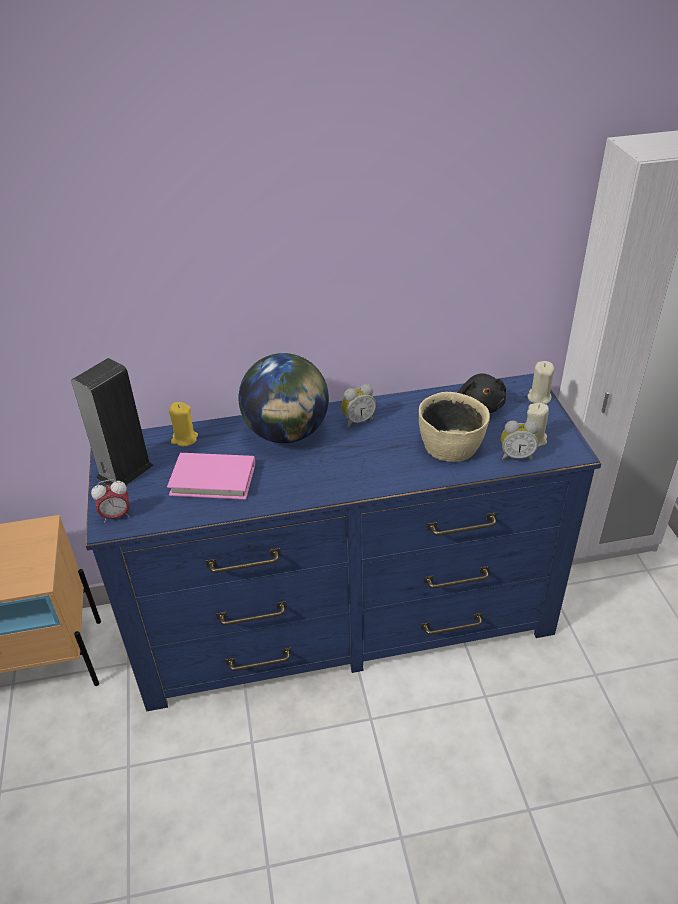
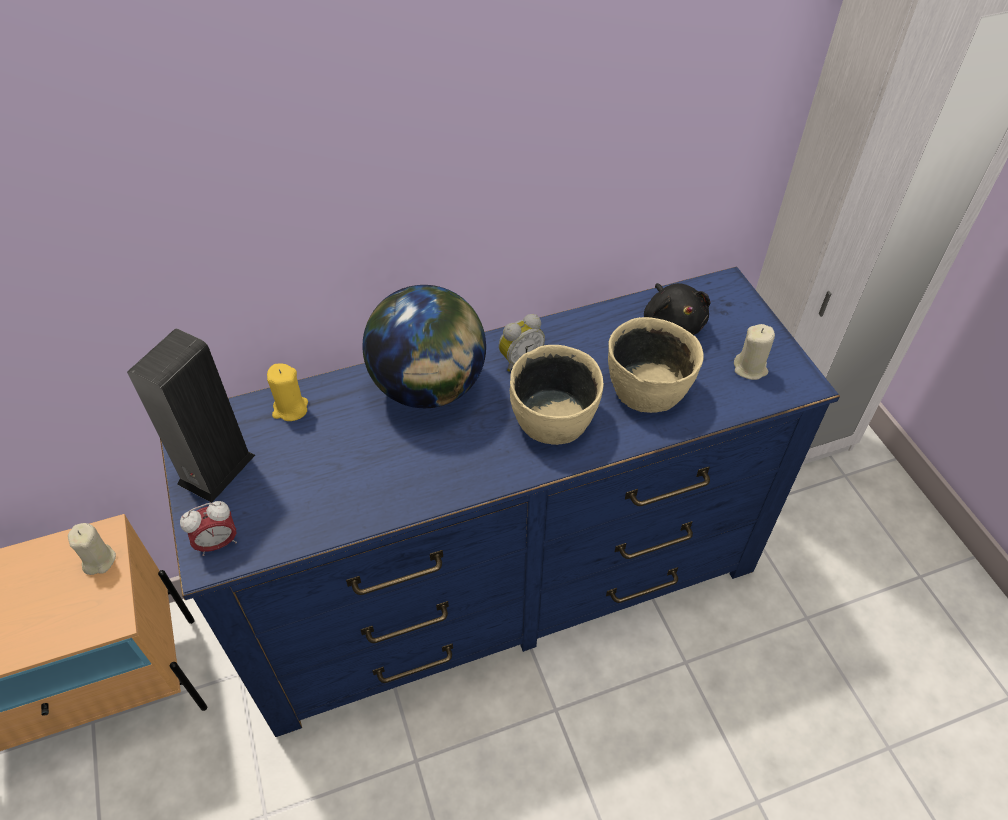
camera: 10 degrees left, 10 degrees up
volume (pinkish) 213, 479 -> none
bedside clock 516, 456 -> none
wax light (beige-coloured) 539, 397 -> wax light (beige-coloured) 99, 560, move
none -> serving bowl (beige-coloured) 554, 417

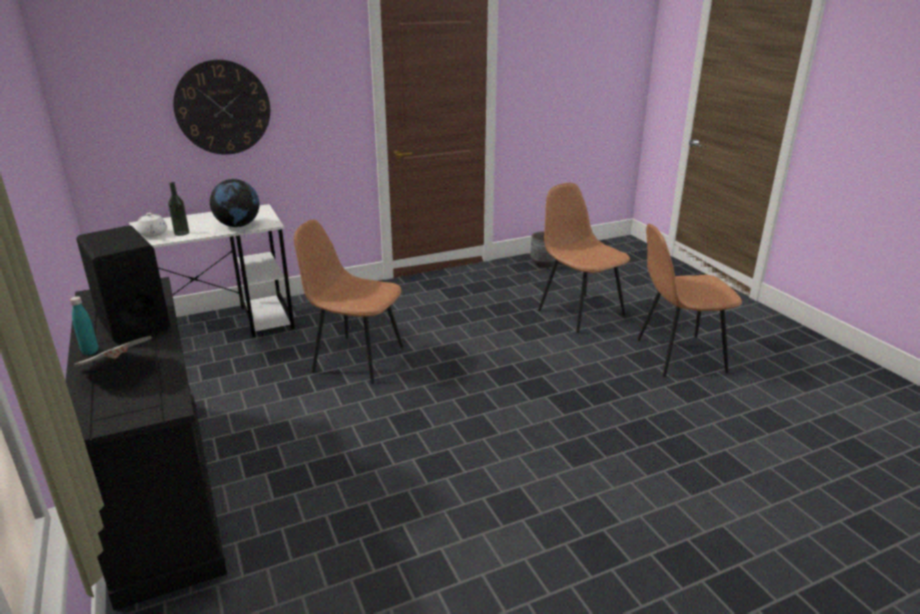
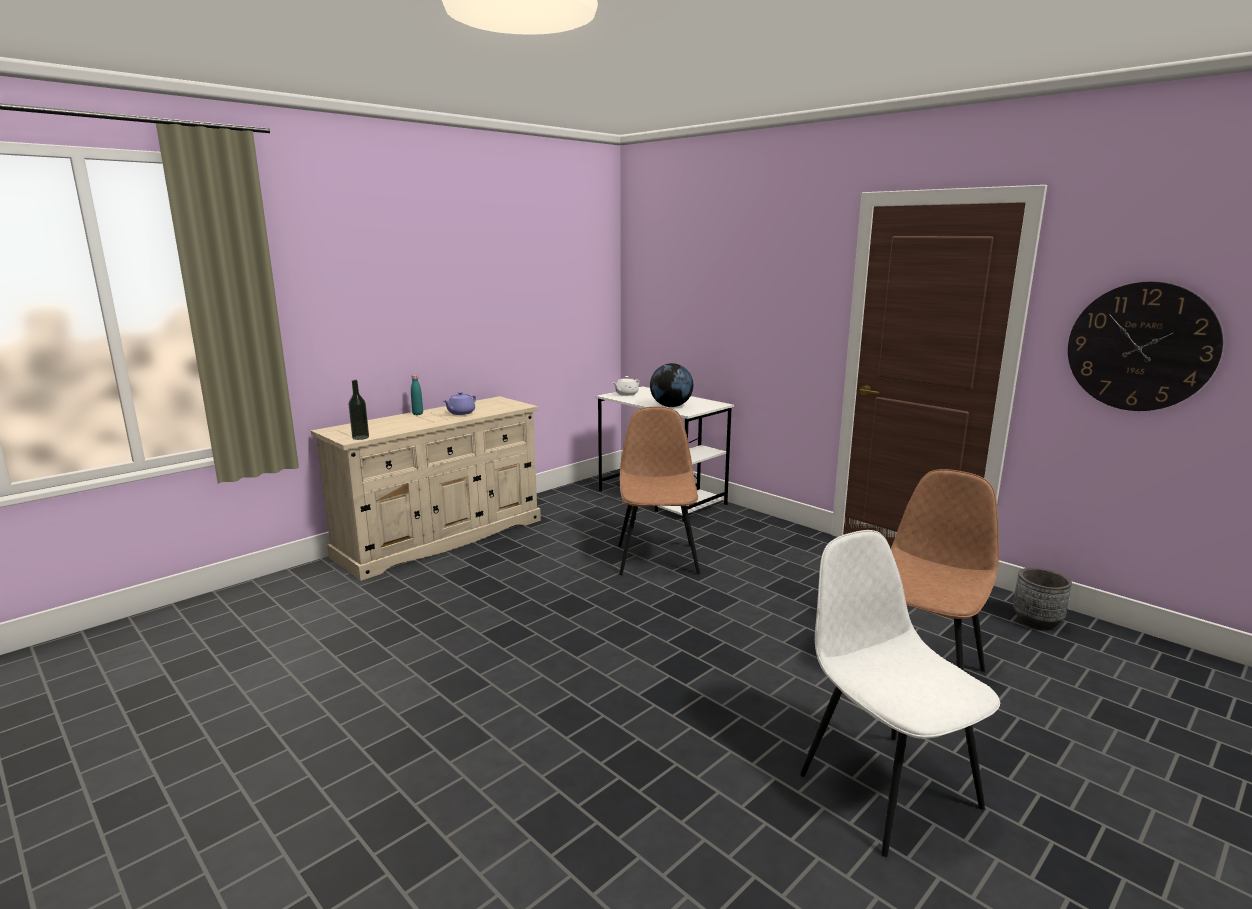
camera: 70 degrees right, 10 degrees down
chest of drawers (black-coloured) 161, 488 -> chest of drawers (beige-coloured) 442, 537
daily paper 117, 369 -> none
audio speaker (black-coloured) 133, 322 -> pot for tea (purple) 460, 413
beverage bottle 181, 233 -> beverage bottle 360, 437, move
hanging clock 223, 108 -> hanging clock 1141, 347, move
plain chair (brownish) 677, 356 -> plain chair (white-coloured) 885, 787

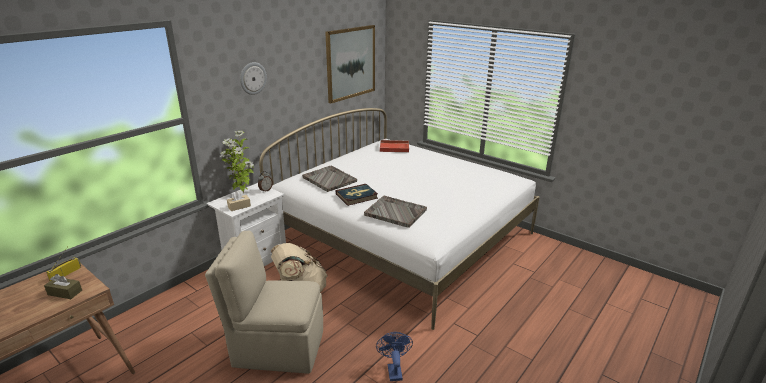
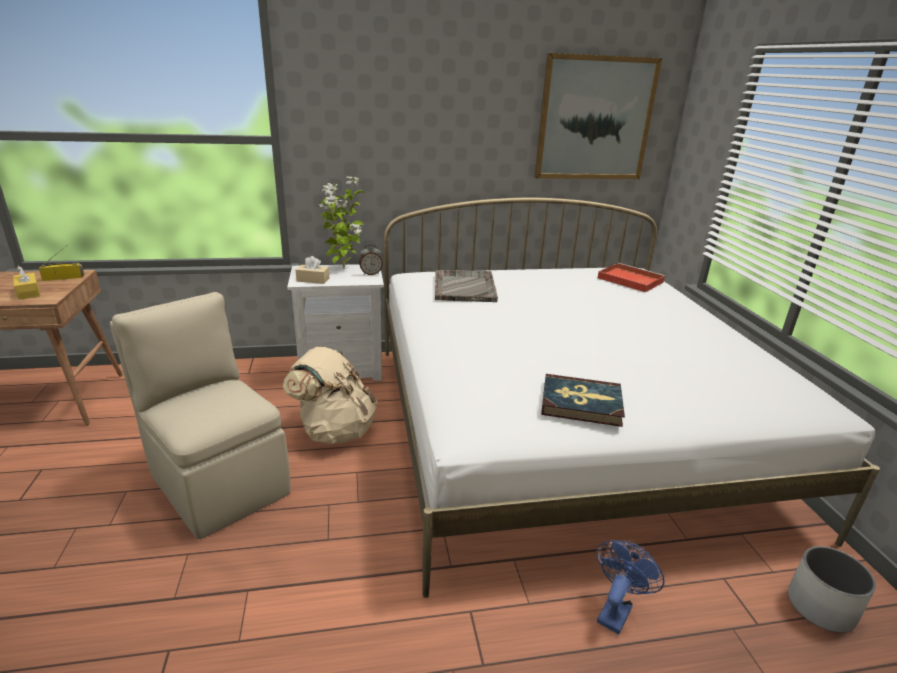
camera: 40 degrees right, 0 degrees up
tissue holder (brownish) 65, 292 -> tissue holder (yellow-coloured) 28, 292
hanging clock 252, 78 -> none
volume 357, 196 -> volume 581, 403, move
carrying tray (grey) 395, 212 -> none
cooling fan (blue-coloured) 394, 370 -> cooling fan (blue-coloured) 616, 609, move
none -> planter (white-coloured) 820, 607

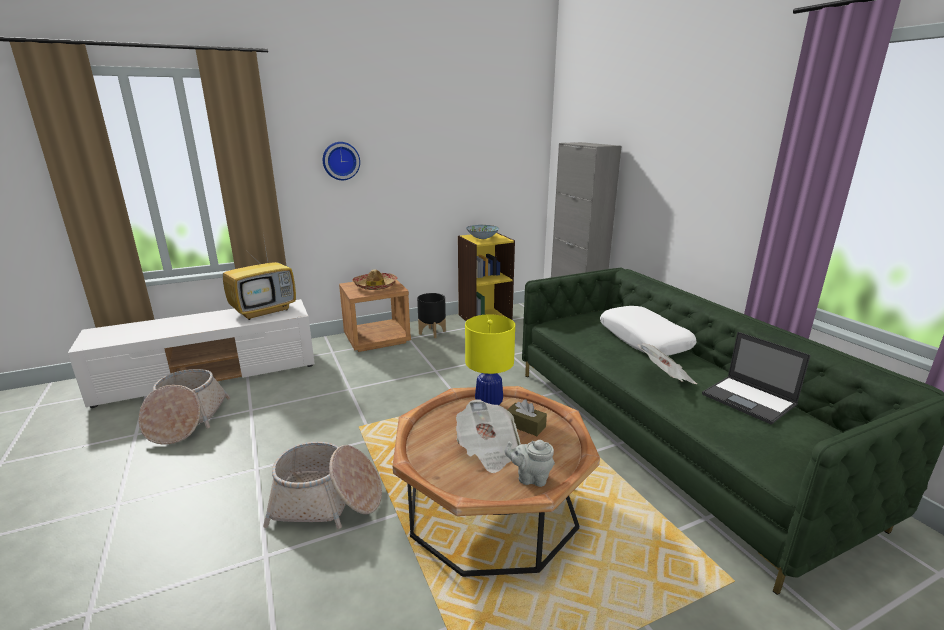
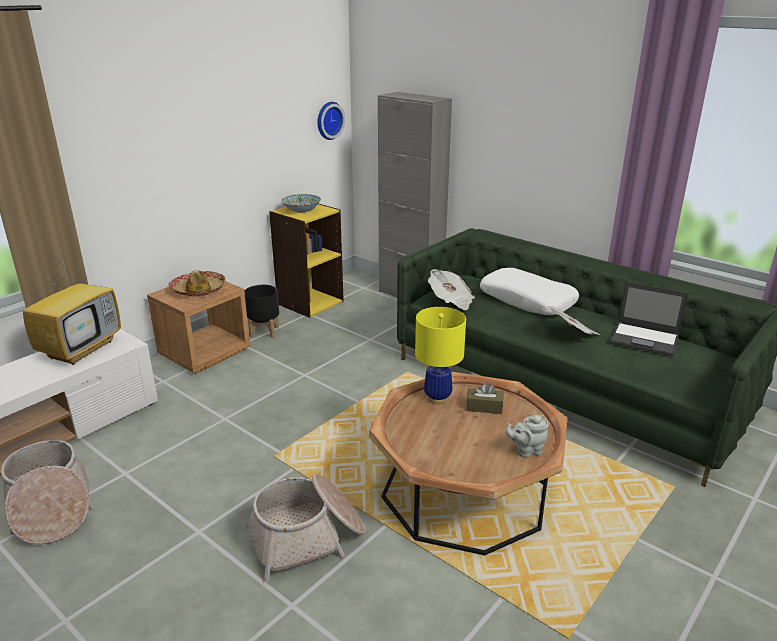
camera: 25 degrees left, 5 degrees up
hanging clock 340, 161 -> hanging clock 328, 120, move
daily paper 488, 450 -> daily paper 451, 301, move

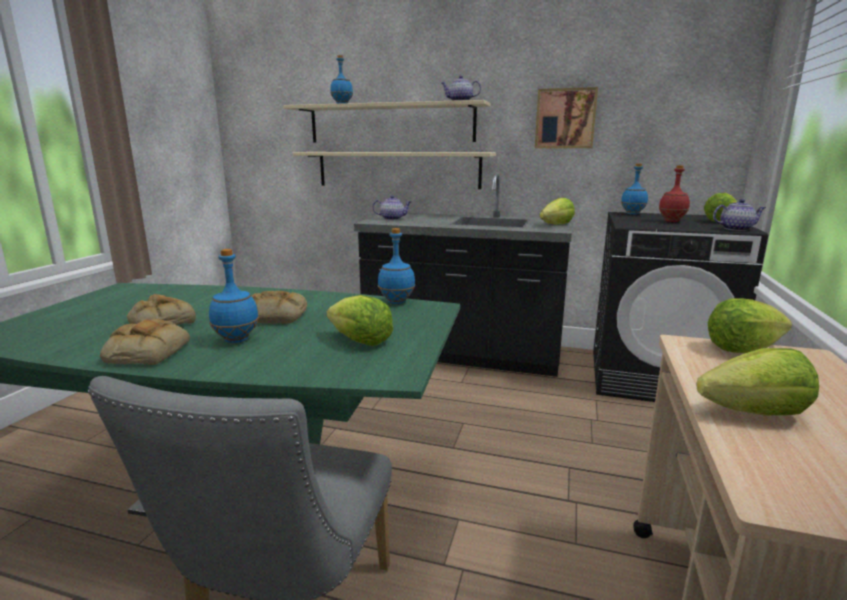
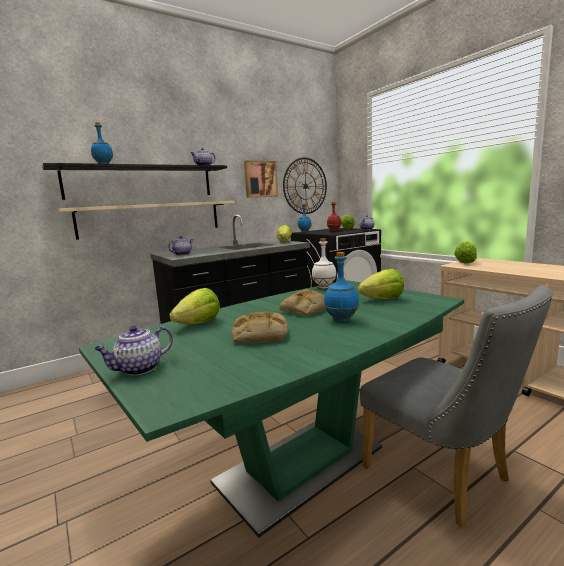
camera: 50 degrees left, 5 degrees down
bread 147, 352 -> none
bracket shelf (beige-coloured) 390, 123 -> bracket shelf (black-coloured) 141, 182
beverage bottle (blue-coloured) 396, 302 -> beverage bottle (white-coloured) 324, 287
lettuce head 754, 413 -> lettuce head 198, 323, move
none -> pot for tea 138, 369
none -> hanging clock 305, 186

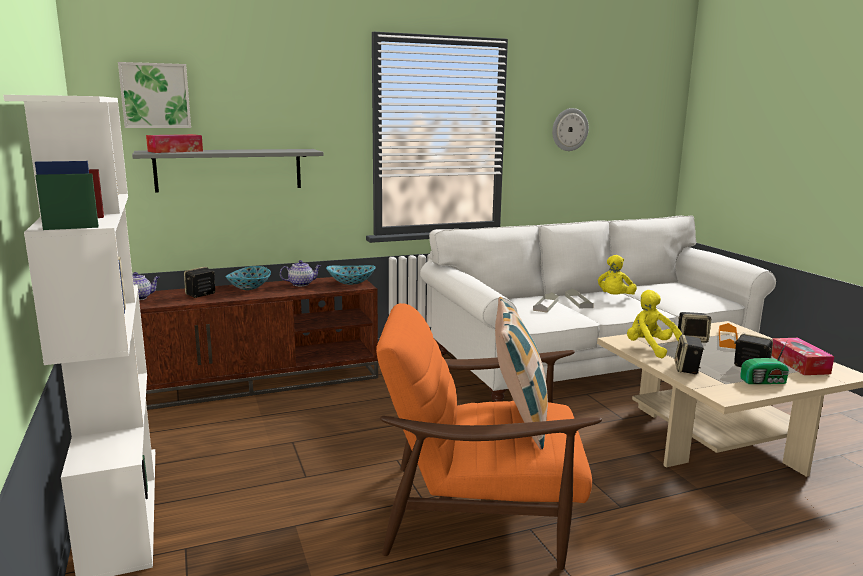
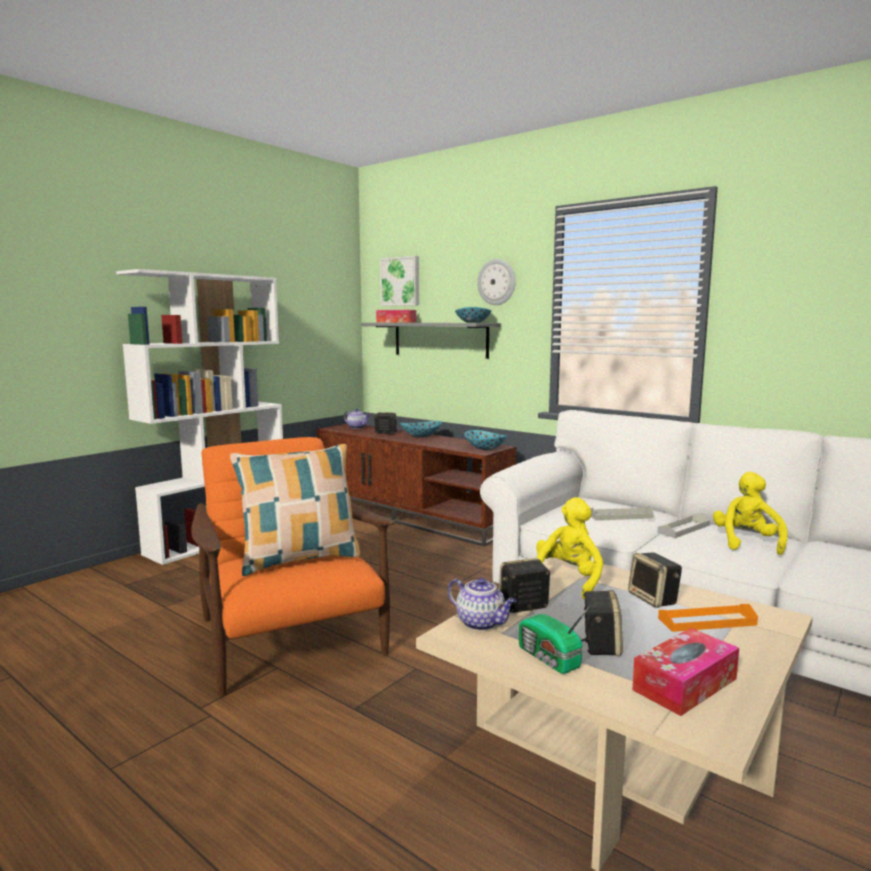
camera: 60 degrees right, 5 degrees down
pot for tea 301, 284 -> pot for tea 481, 623, move
hanging clock 569, 129 -> hanging clock 497, 282, move
plush toy (yellow-coloured) 615, 298 -> plush toy (yellow-coloured) 746, 542, 105 degrees clockwise
none -> serving bowl 472, 322

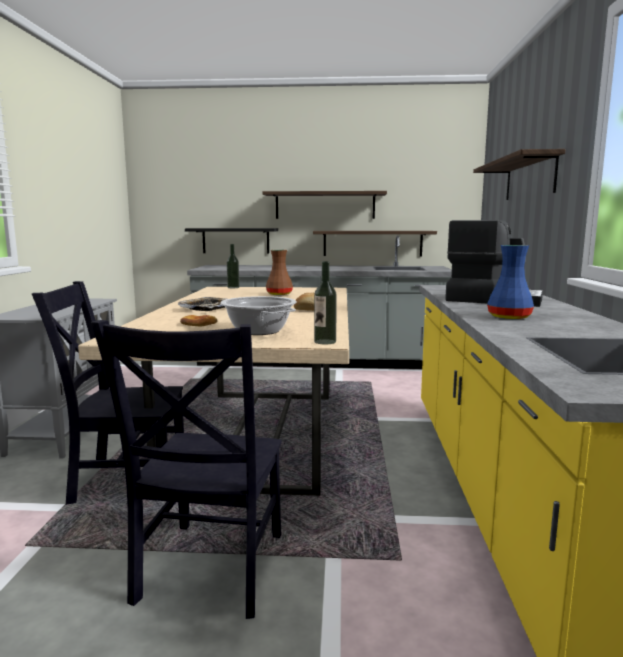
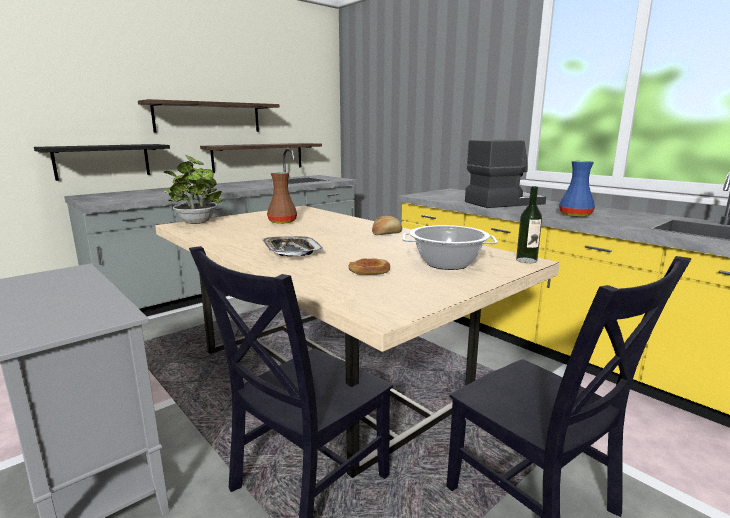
camera: 45 degrees left, 5 degrees up
beverage bottle 233, 287 -> potted plant 196, 221
bracket shelf 529, 178 -> none

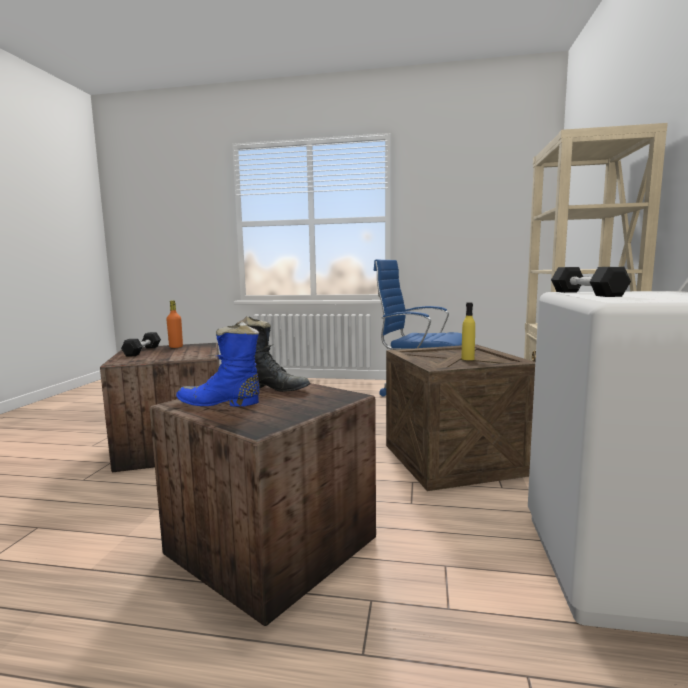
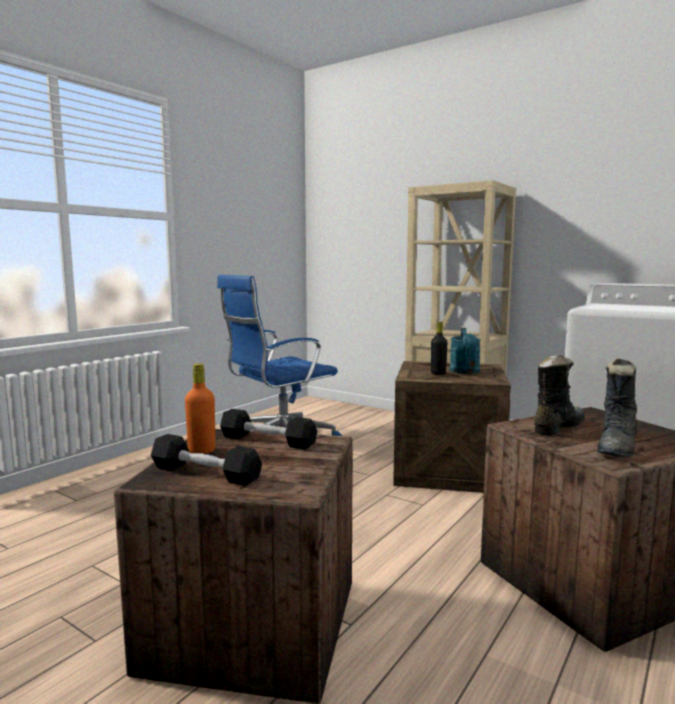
camera: 65 degrees left, 0 degrees up
high-top boot (blue-coloured) 220, 403 -> high-top boot (black-coloured) 617, 448
beverage bottle (yellow-coloured) 467, 359 -> watering can (turquoise-coloured) 465, 372
free weight (black-coloured) 586, 294 -> free weight (black-coloured) 267, 441, move
none -> beverage bottle (black-coloured) 438, 373

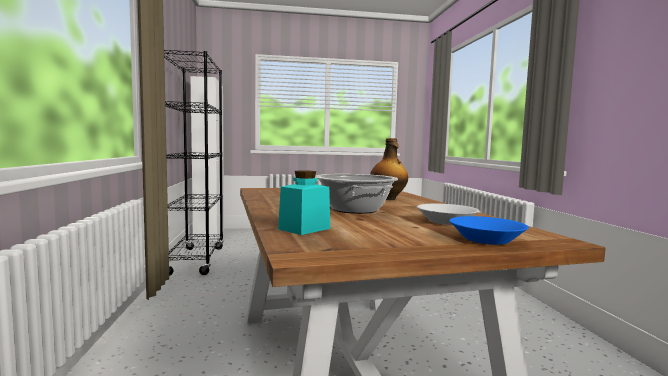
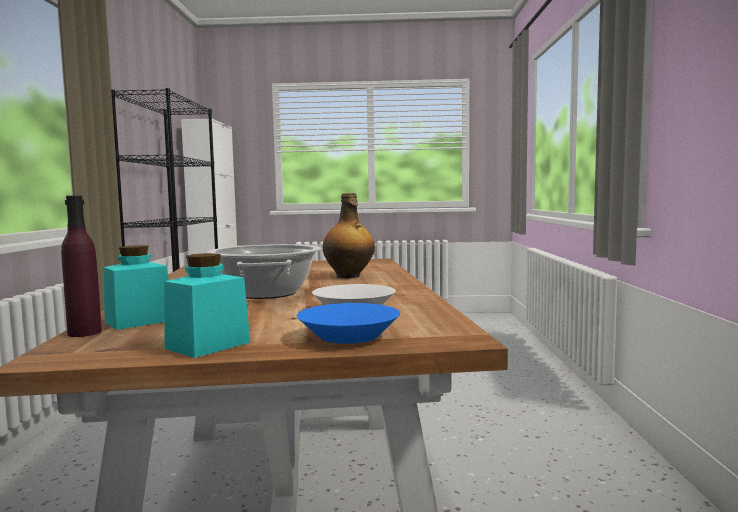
camera: 10 degrees right, 0 degrees up
none -> beverage bottle (purple) 84, 333
none -> storage jar (turquoise-coloured) 208, 345

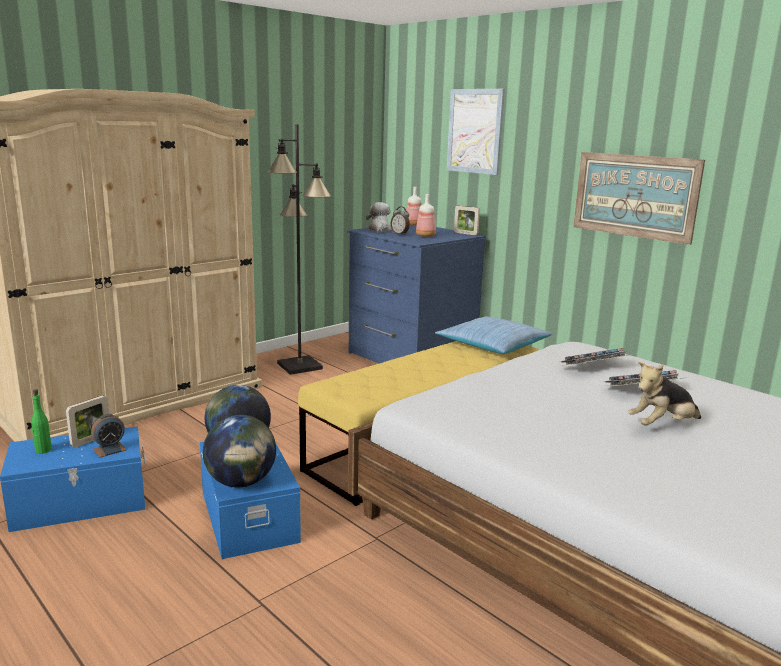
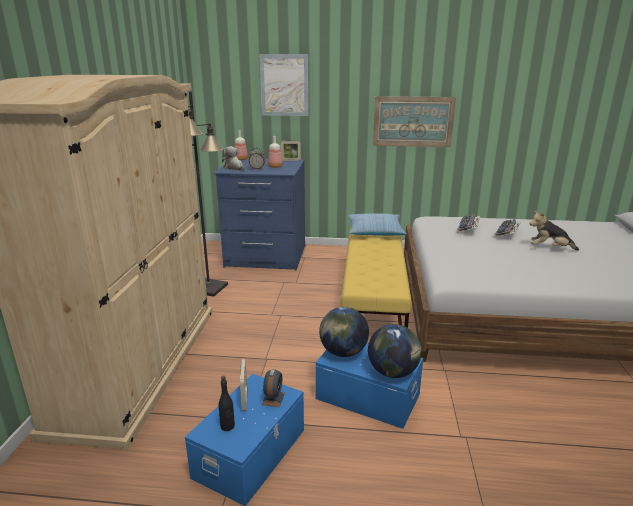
camera: 40 degrees left, 5 degrees up
beverage bottle (greenish) 43, 450 -> beverage bottle (black-coloured) 227, 426
plush toy 662, 425 -> plush toy 549, 248, 75 degrees clockwise

